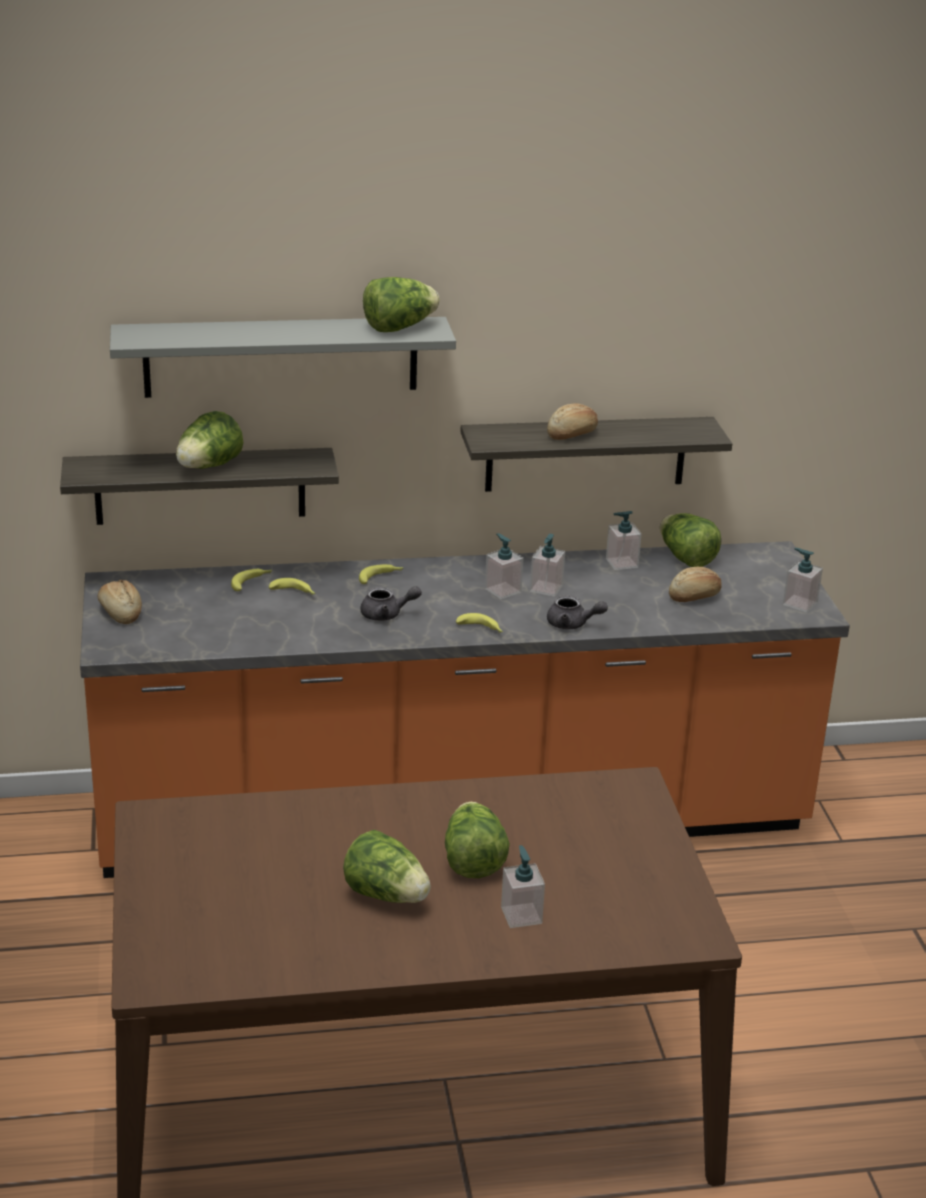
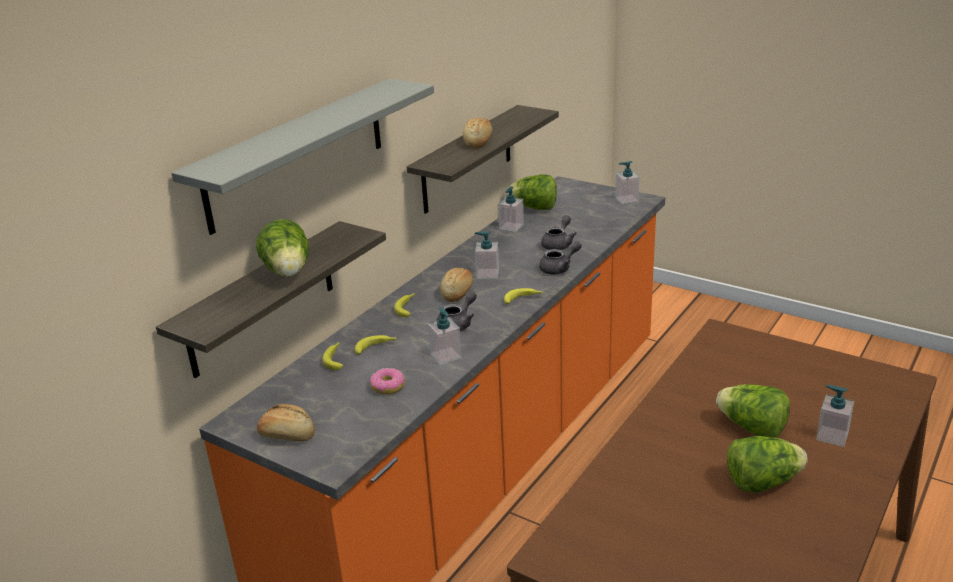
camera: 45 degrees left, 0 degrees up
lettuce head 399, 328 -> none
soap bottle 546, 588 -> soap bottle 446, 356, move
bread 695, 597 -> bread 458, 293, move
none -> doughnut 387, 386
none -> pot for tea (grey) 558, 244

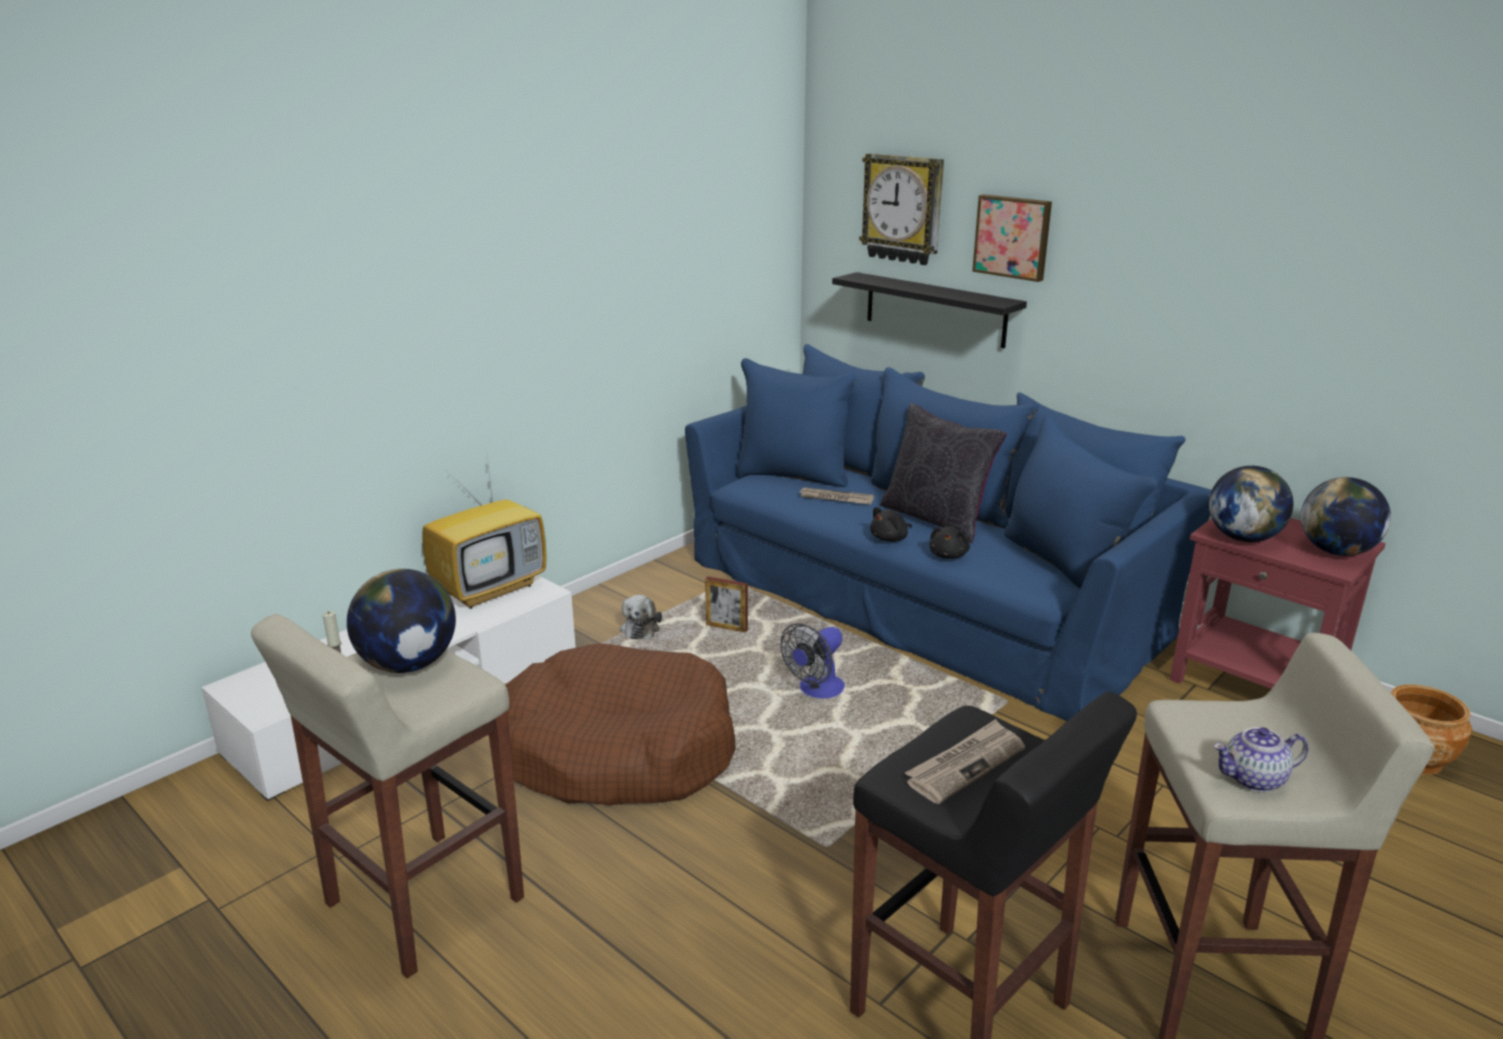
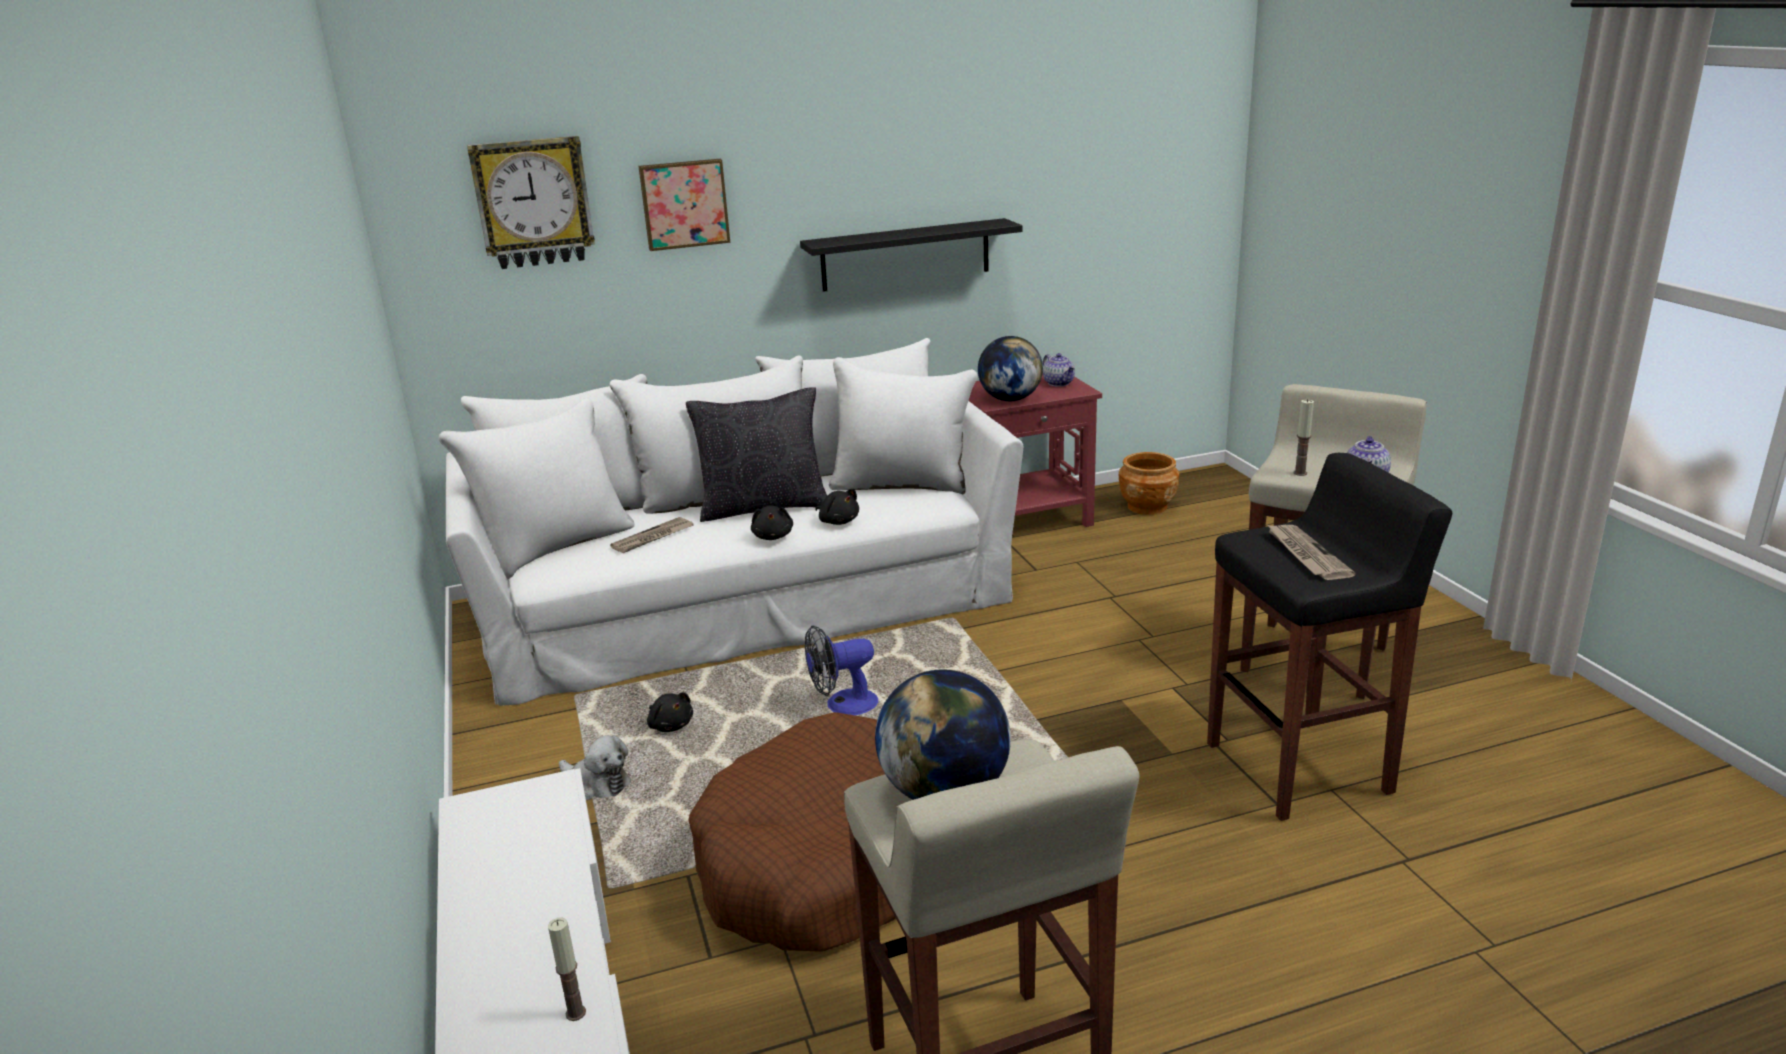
camera: 60 degrees left, 0 degrees up
television 491, 588 -> none
sofa (blue-coloured) 920, 596 -> sofa (white-coloured) 746, 601
picture frame 726, 628 -> plush toy (black-coloured) 670, 725
cooling fan 816, 691 -> cooling fan 843, 706, 90 degrees clockwise
bracket shelf (black-coloured) 935, 309 -> bracket shelf (black-coloured) 905, 255, move
desk globe 1336, 551 -> pot for tea 1059, 383
none -> wax light 1300, 473

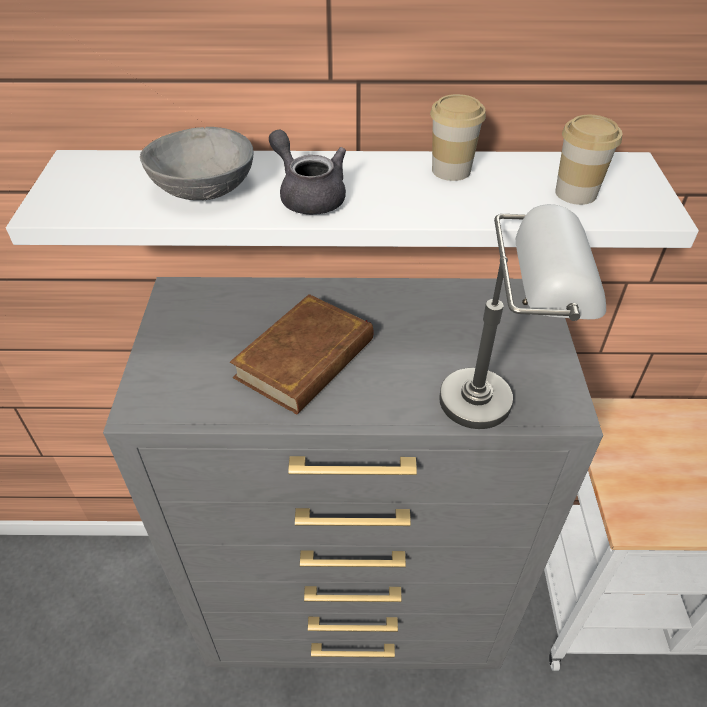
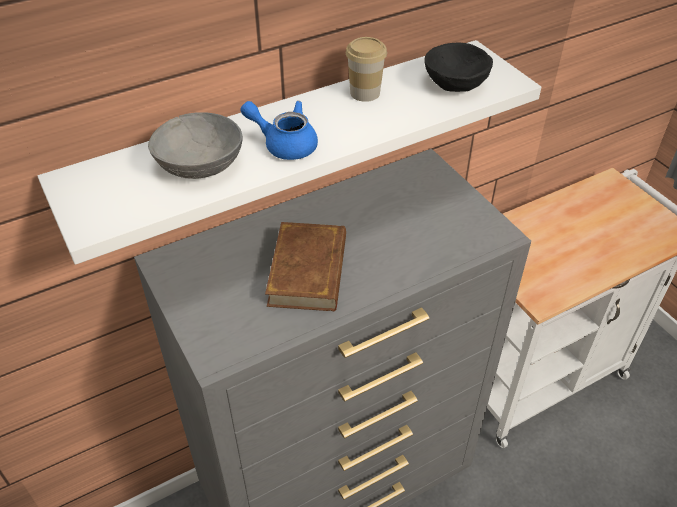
camera: 30 degrees left, 0 degrees up
pot for tea (grey) 308, 195 -> pot for tea (blue-coloured) 284, 144
lamp for a table (grey) 500, 400 -> none
cup 575, 193 -> serving bowl (black-coloured) 455, 84

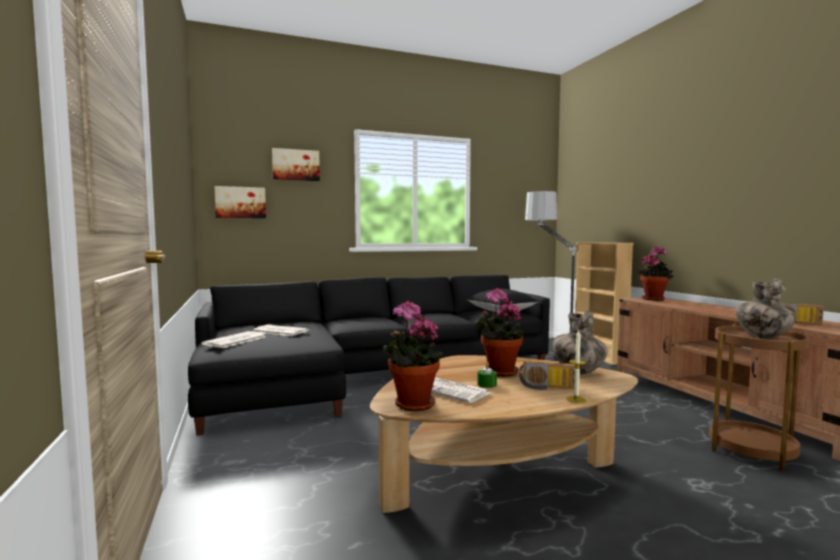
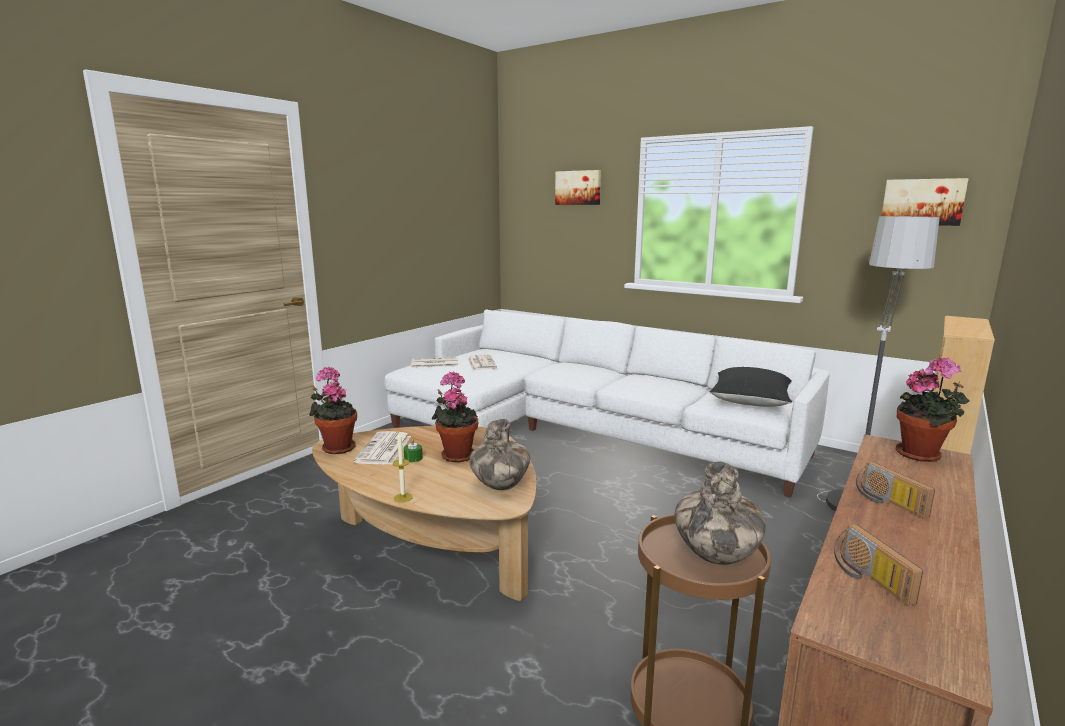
camera: 55 degrees right, 10 degrees up
sofa (black-coloured) 368, 376 -> sofa (white-coloured) 579, 429
picture 240, 202 -> picture 922, 202, move
radio 547, 387 -> radio 887, 502, move

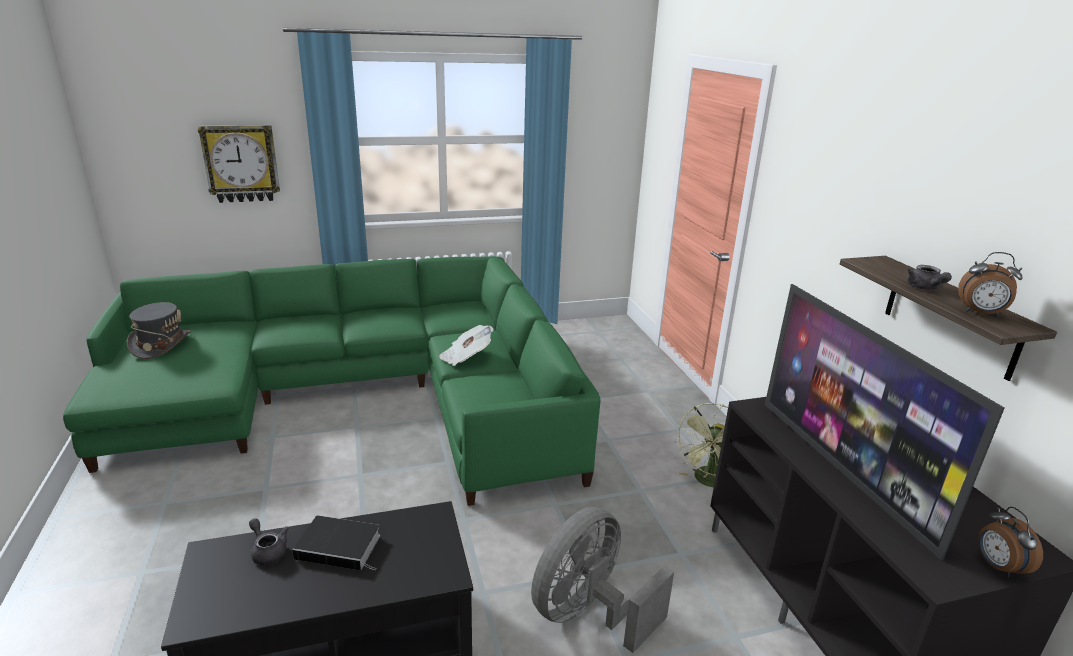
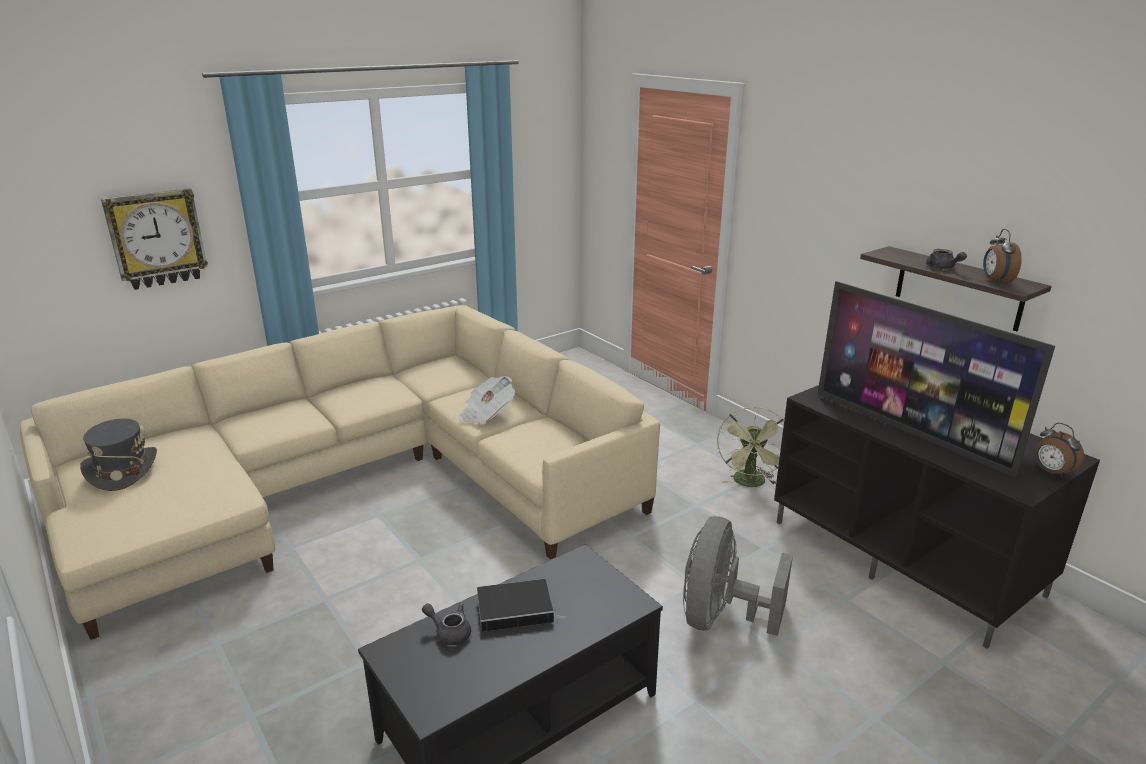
camera: 20 degrees left, 0 degrees up
sofa (greenish) 360, 397 -> sofa (beige-coloured) 359, 484
bedside clock 980, 314 -> bedside clock 995, 281, 90 degrees clockwise

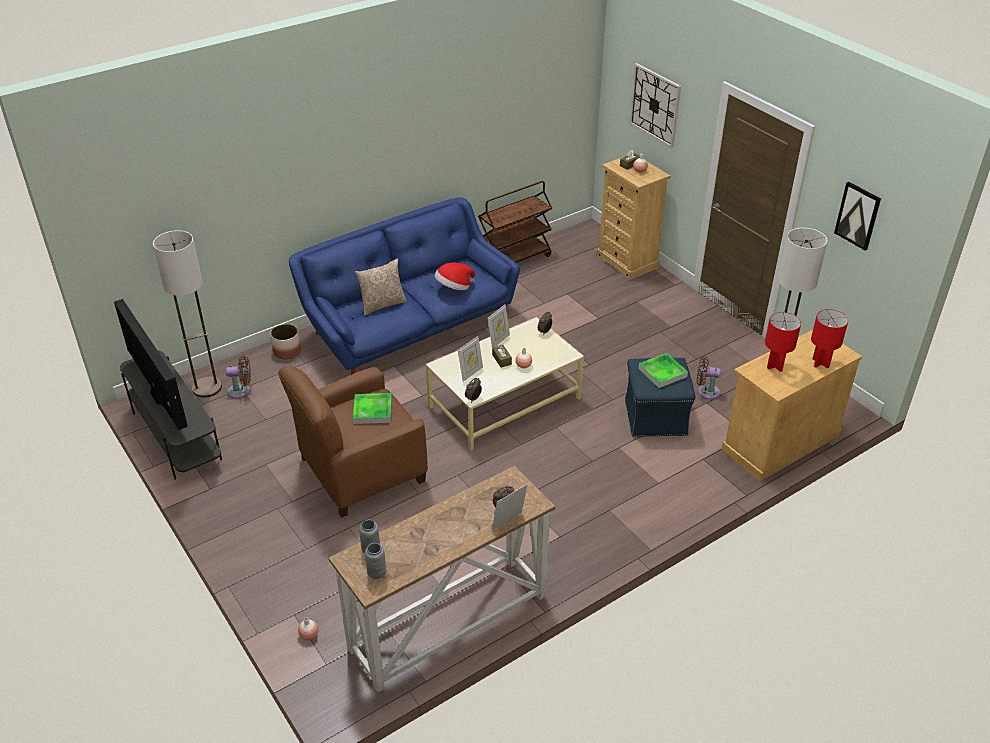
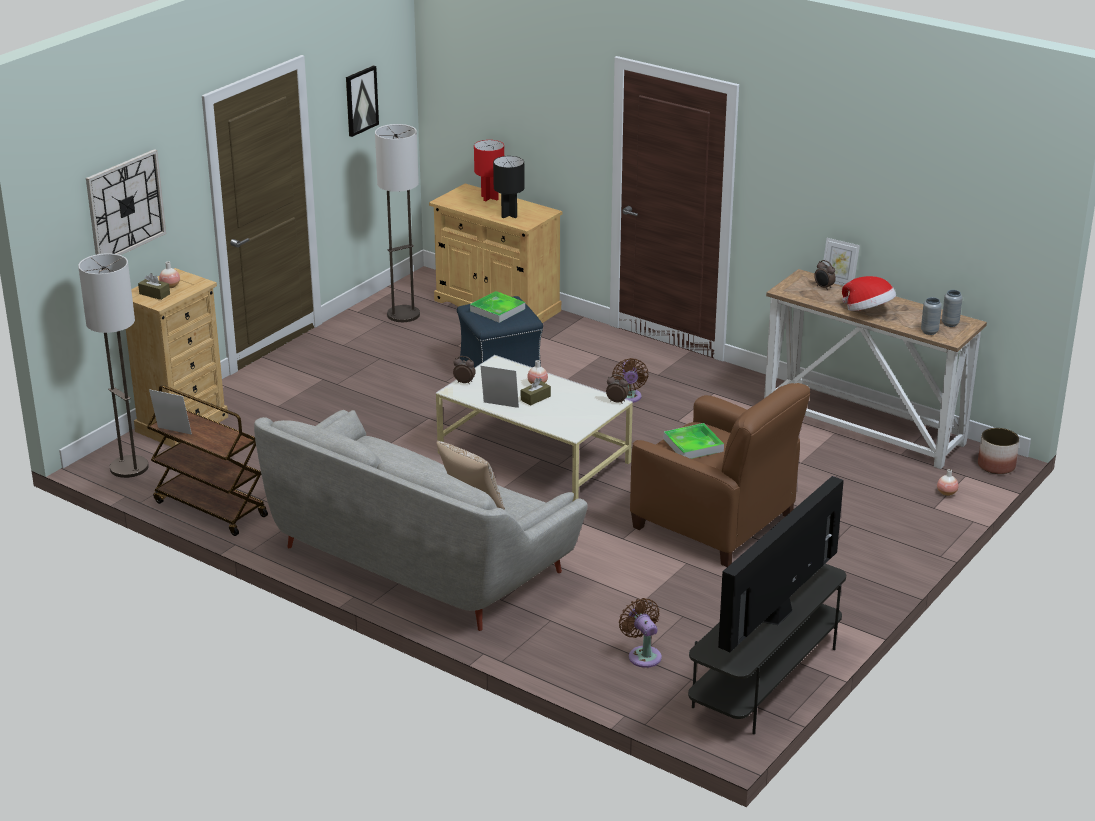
camera: 110 degrees left, 10 degrees down
floor lamp 207, 387 -> floor lamp 128, 467, move
planter 287, 352 -> planter 996, 466, move
sofa (blue-coloured) 409, 327 -> sofa (grey) 420, 557
wearable hat 454, 287 -> wearable hat 868, 311, move
picture frame 470, 373 -> picture frame 172, 432, move
cooling fan (brownish) 706, 391 -> cooling fan (brownish) 628, 398, move
lamp for a table (reddish) 775, 366 -> lamp for a table (black-coloured) 509, 215

